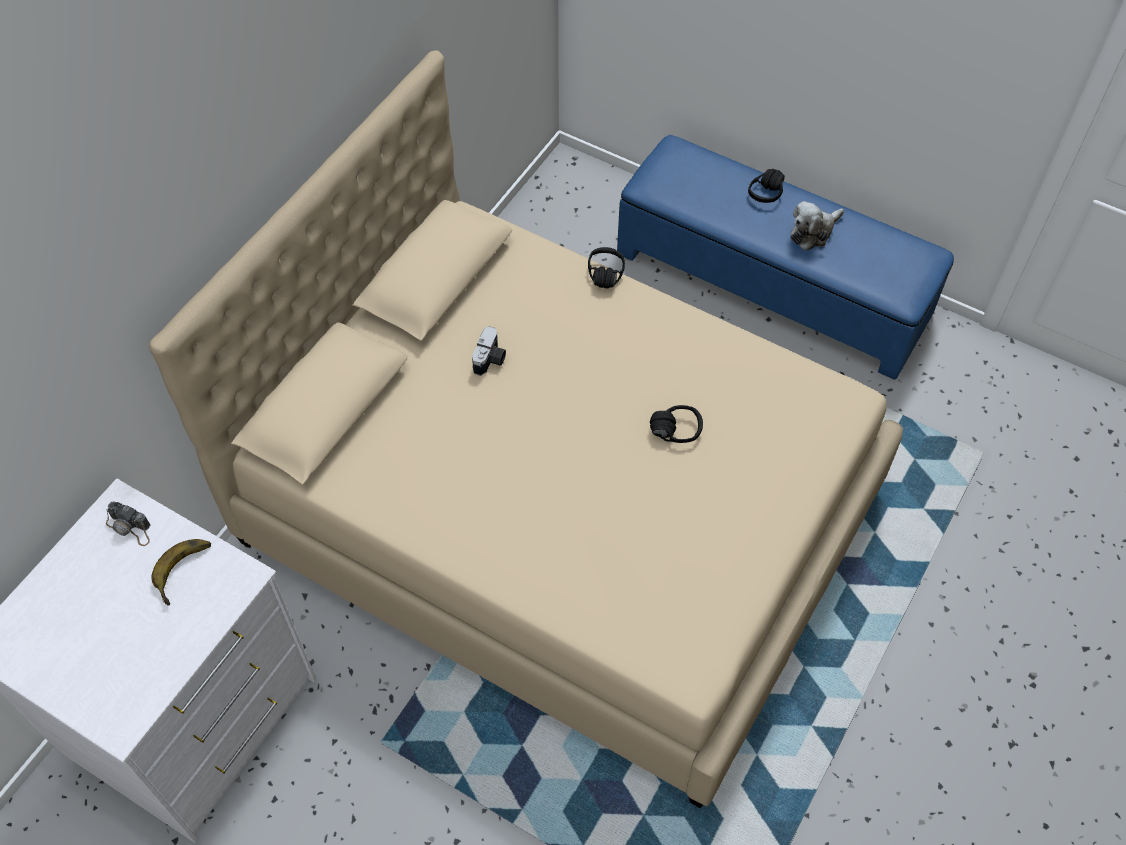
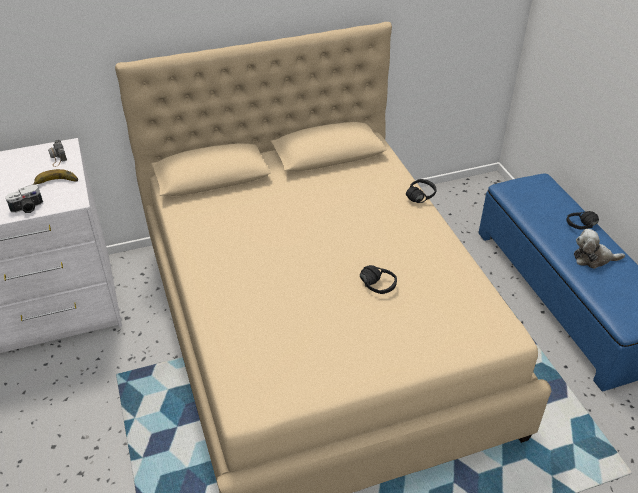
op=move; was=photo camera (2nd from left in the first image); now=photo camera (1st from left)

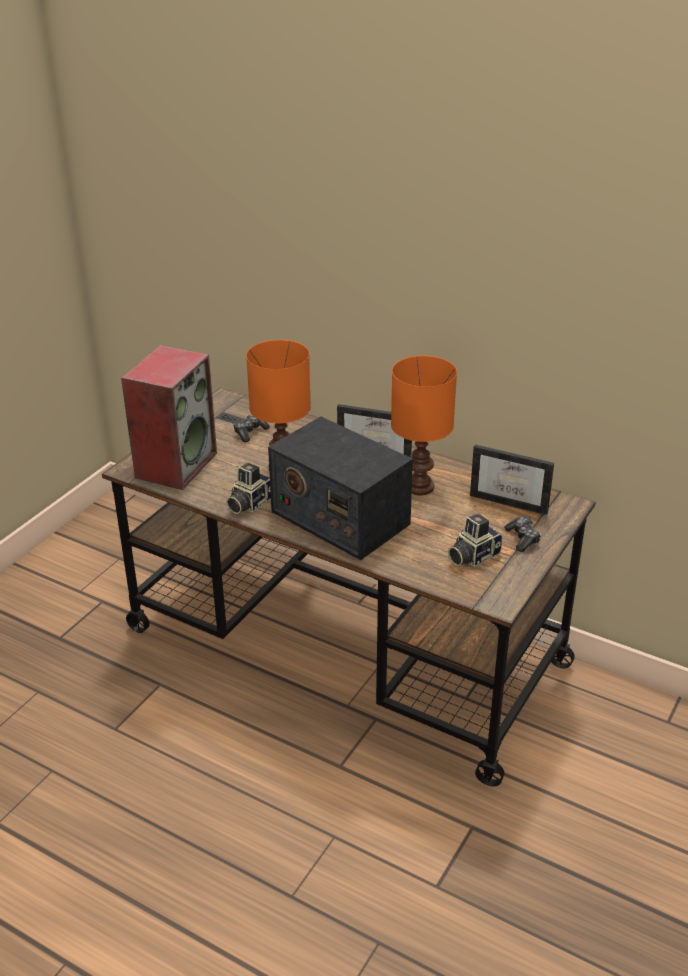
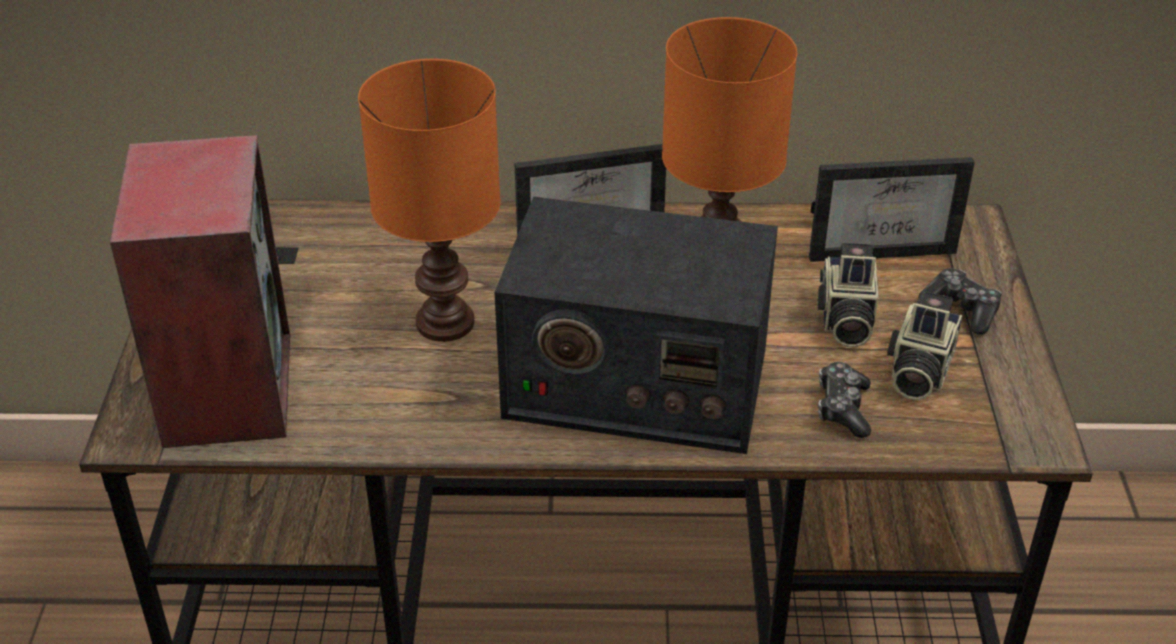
op=move; was=photo camera (1st from left)
op=move; was=game controller (1st from left)

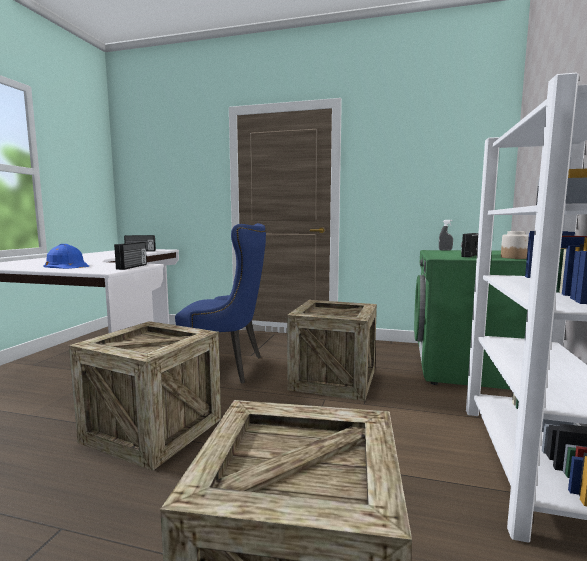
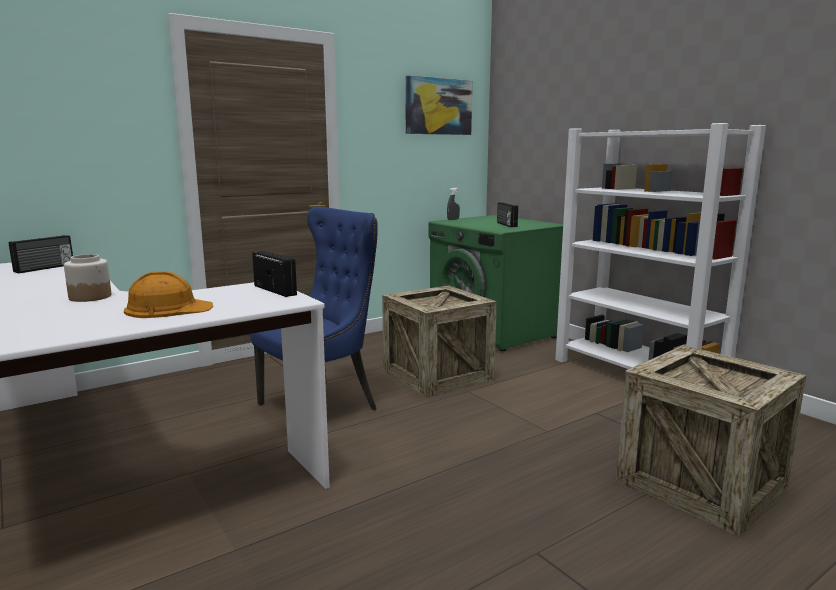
op=move; was=storage jar
op=recolor; was=bluish work helmet; now=orangey work helmet
op=insert; now=picture
op=delete; was=crate (1st from left)

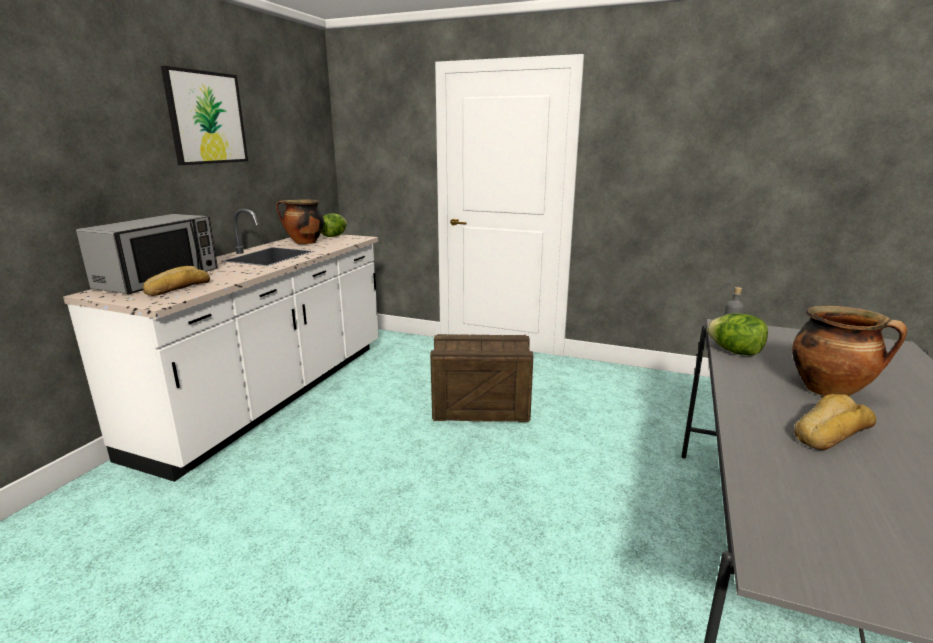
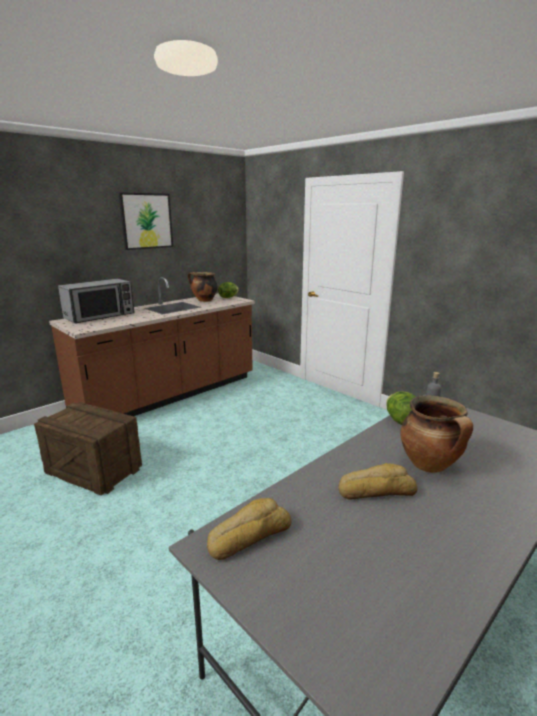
op=move; was=crate
op=recolor; was=whitish kitchen base unit; now=brown kitchen base unit
op=move; was=bakery bread (1st from left)

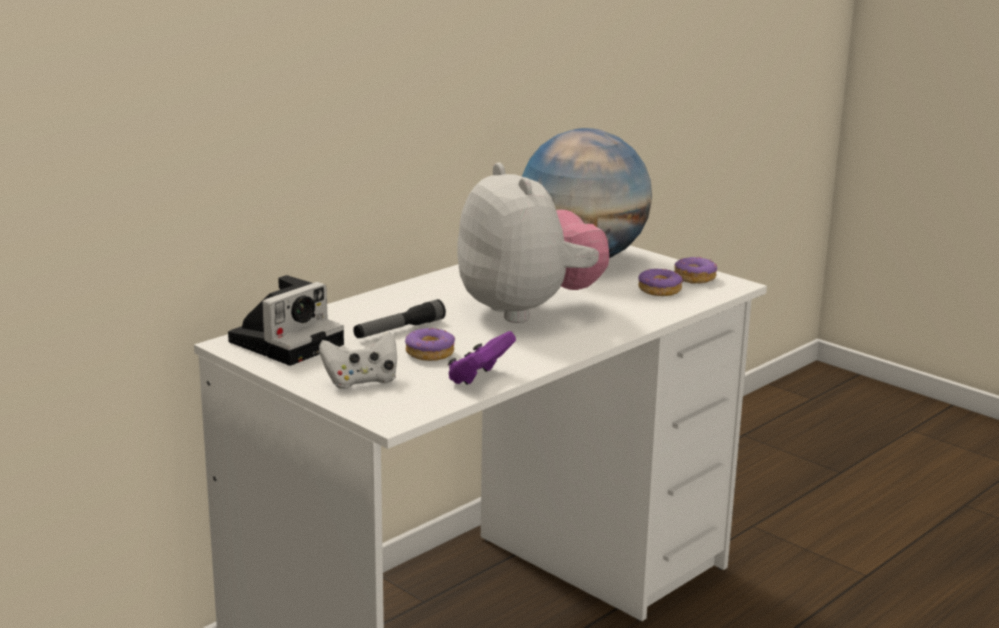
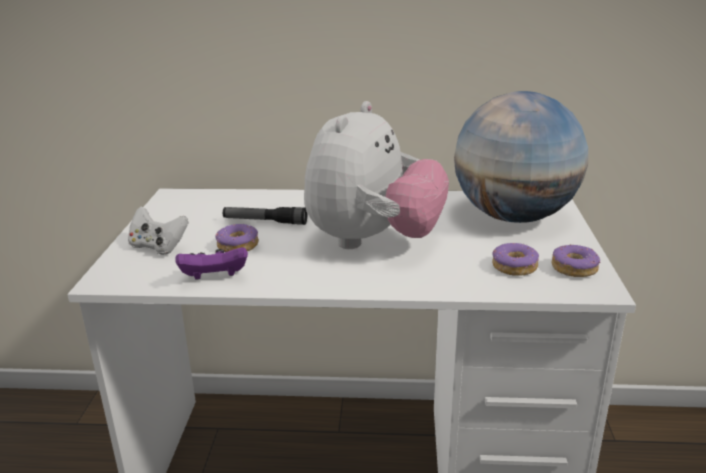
op=delete; was=photo camera

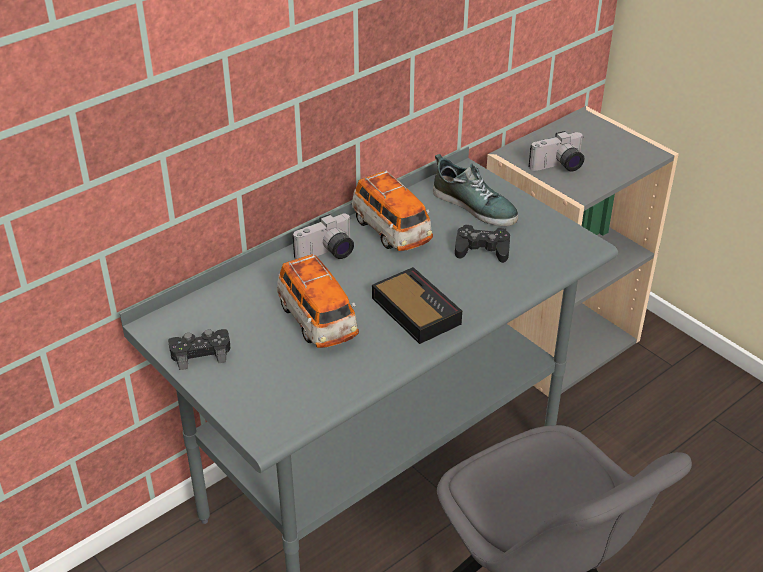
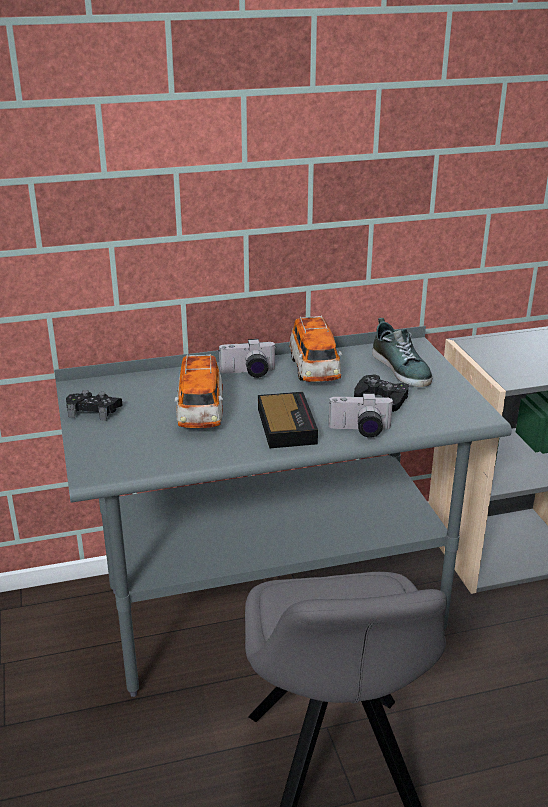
op=move; was=photo camera (2nd from left)

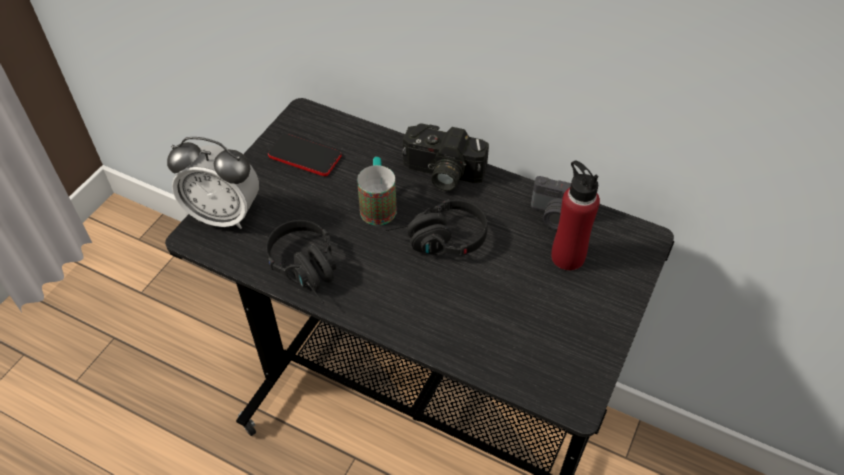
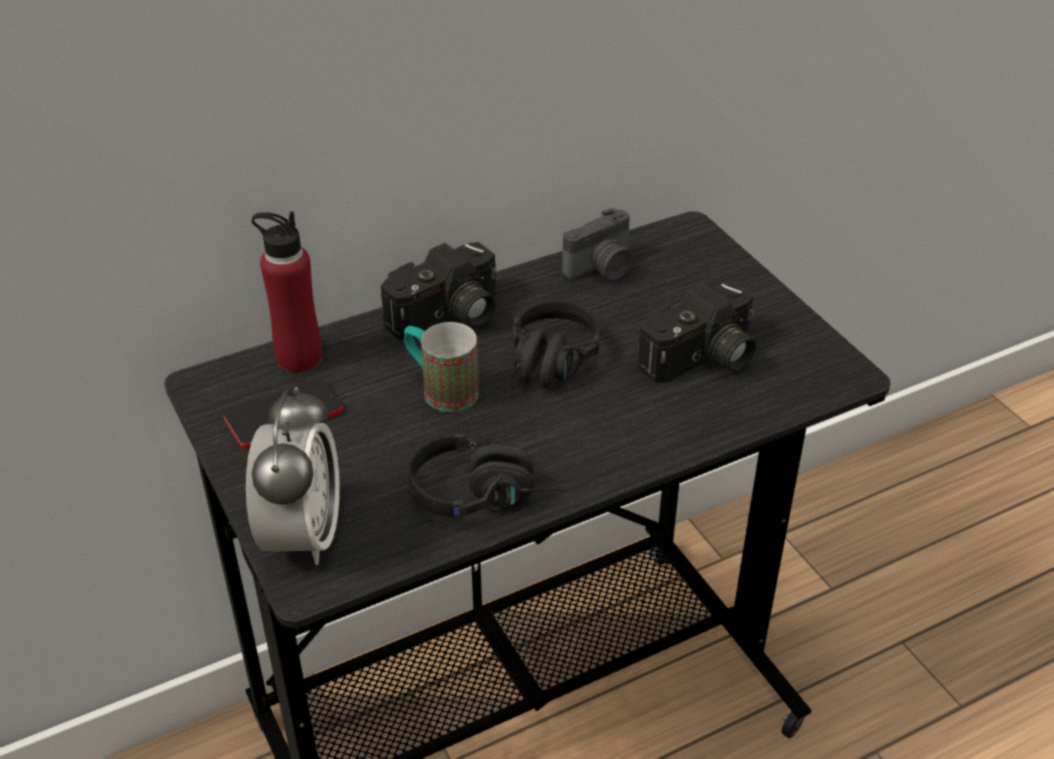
op=rotate; was=bedside clock; clockwise=-45
op=move; was=red beverage bottle
op=insert; now=photo camera (3rd from left)

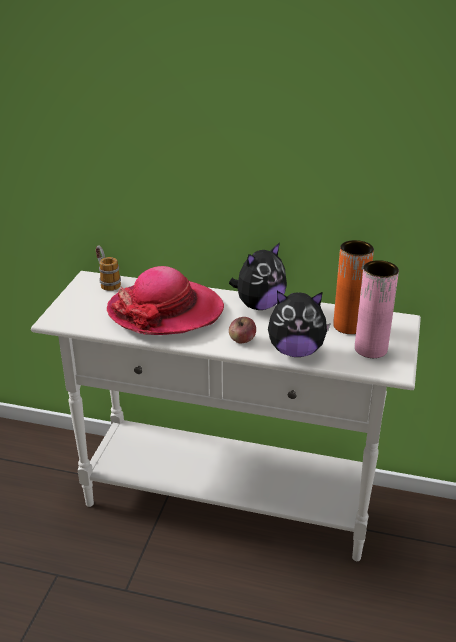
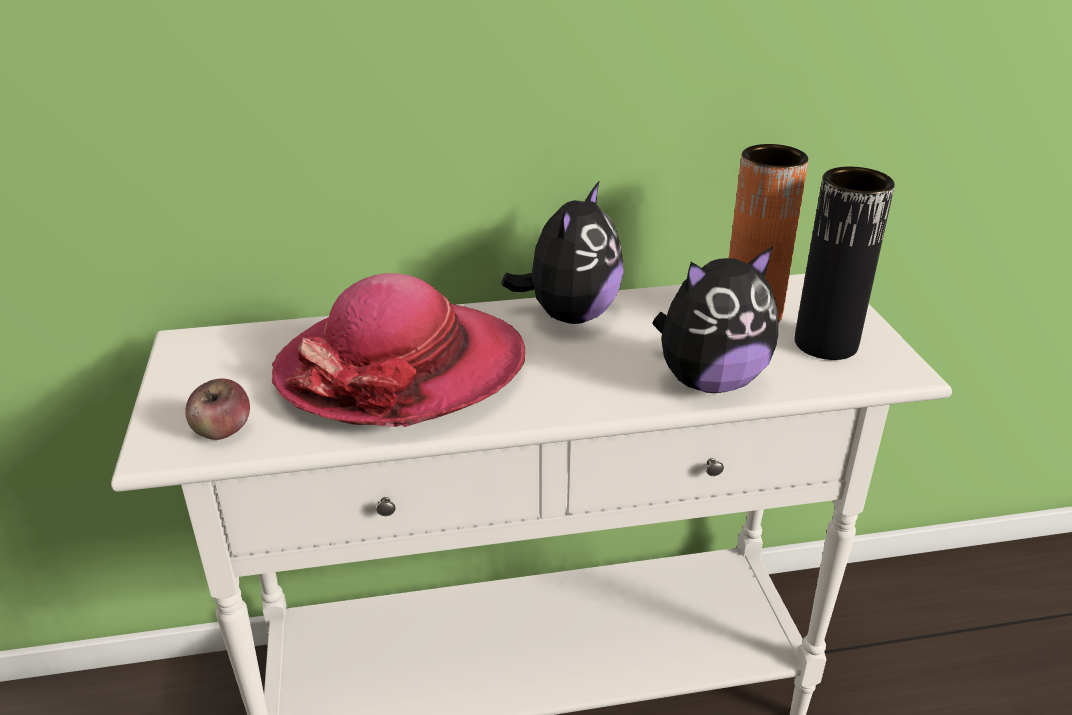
op=move; was=apple fruit
op=recolor; was=pinkish vase; now=blackish vase
op=delete; was=coffee mug

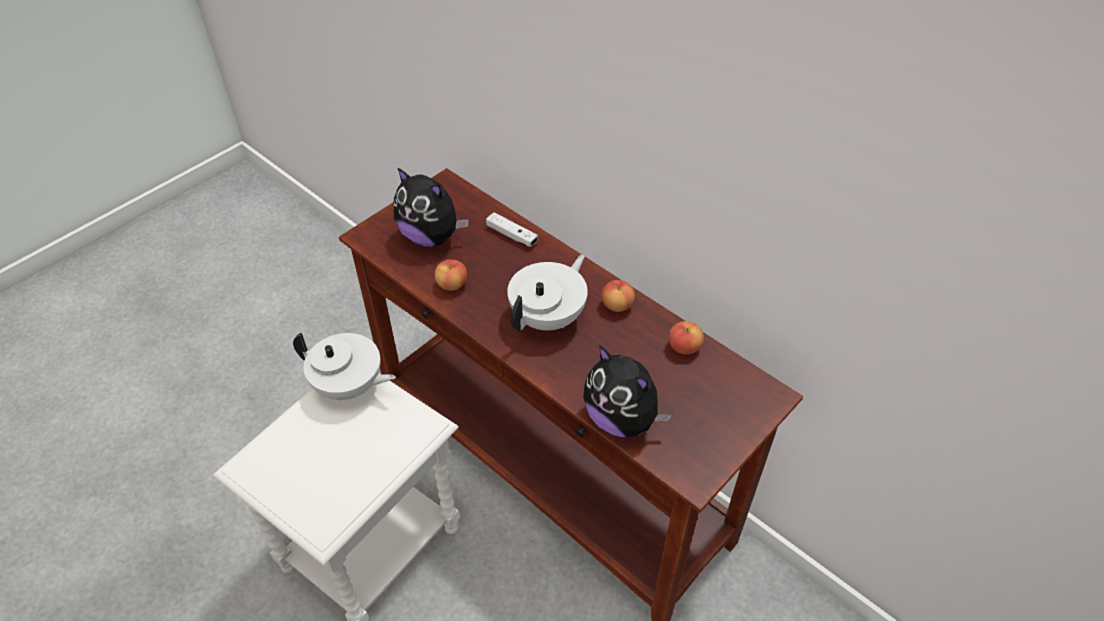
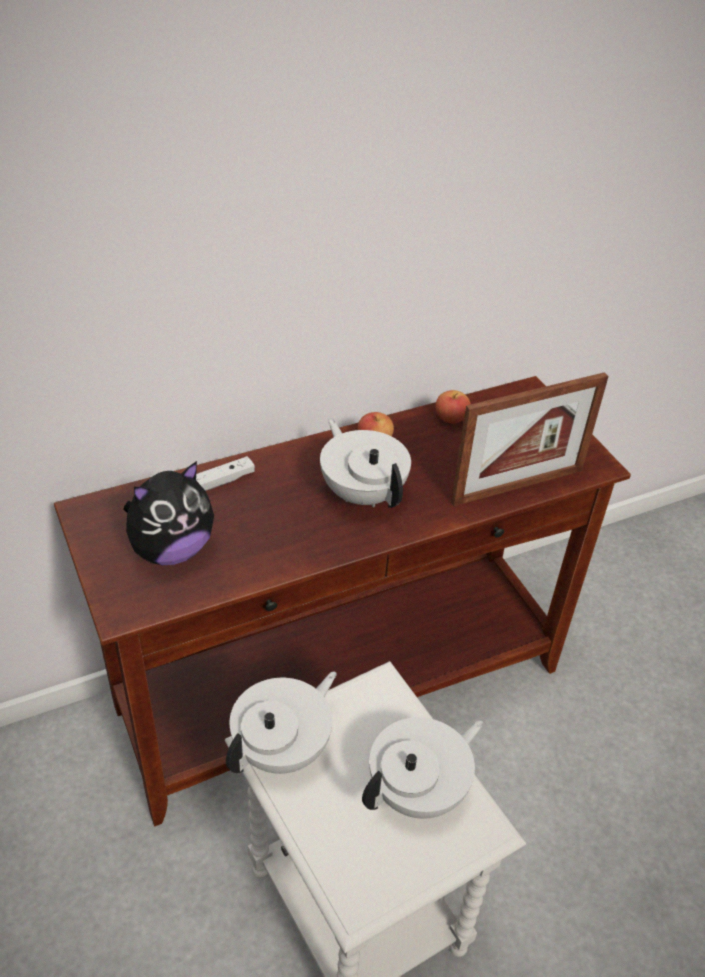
op=insert; now=whitish pot for tea (3rd from left)
op=replace; was=cuddly toy (2nd from left); now=photo frame
op=delete; was=apple fruit (1st from left)

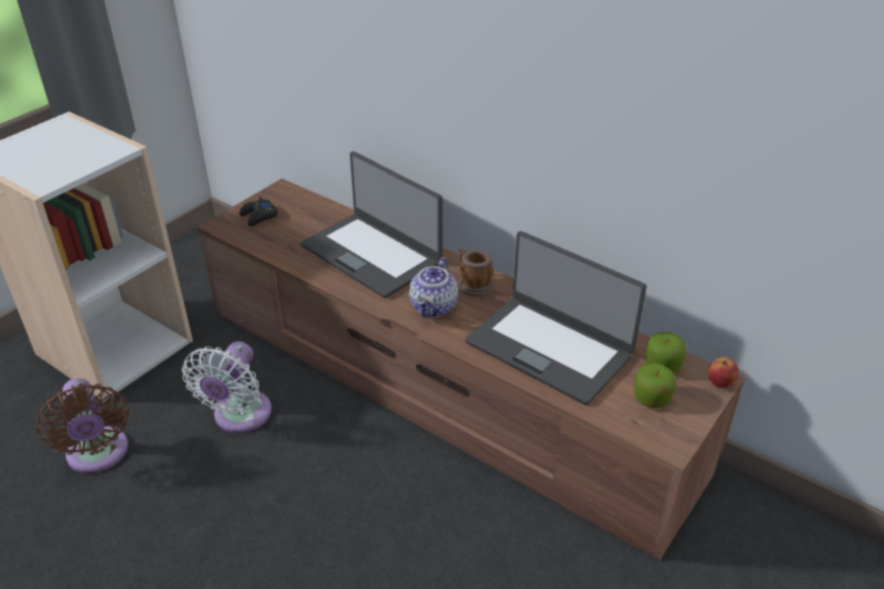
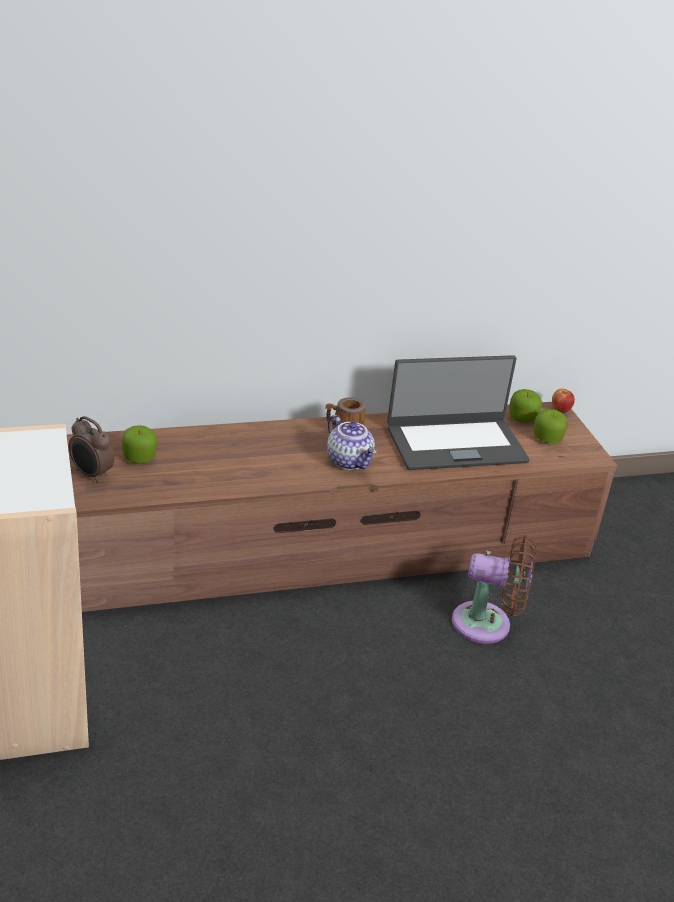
op=replace; was=blackish game controller; now=bedside clock
op=insert; now=apple fruit (1st from left)
op=move; was=brown electric fan
op=delete; was=whitish electric fan
op=delete; was=notebook computer (1st from left)

